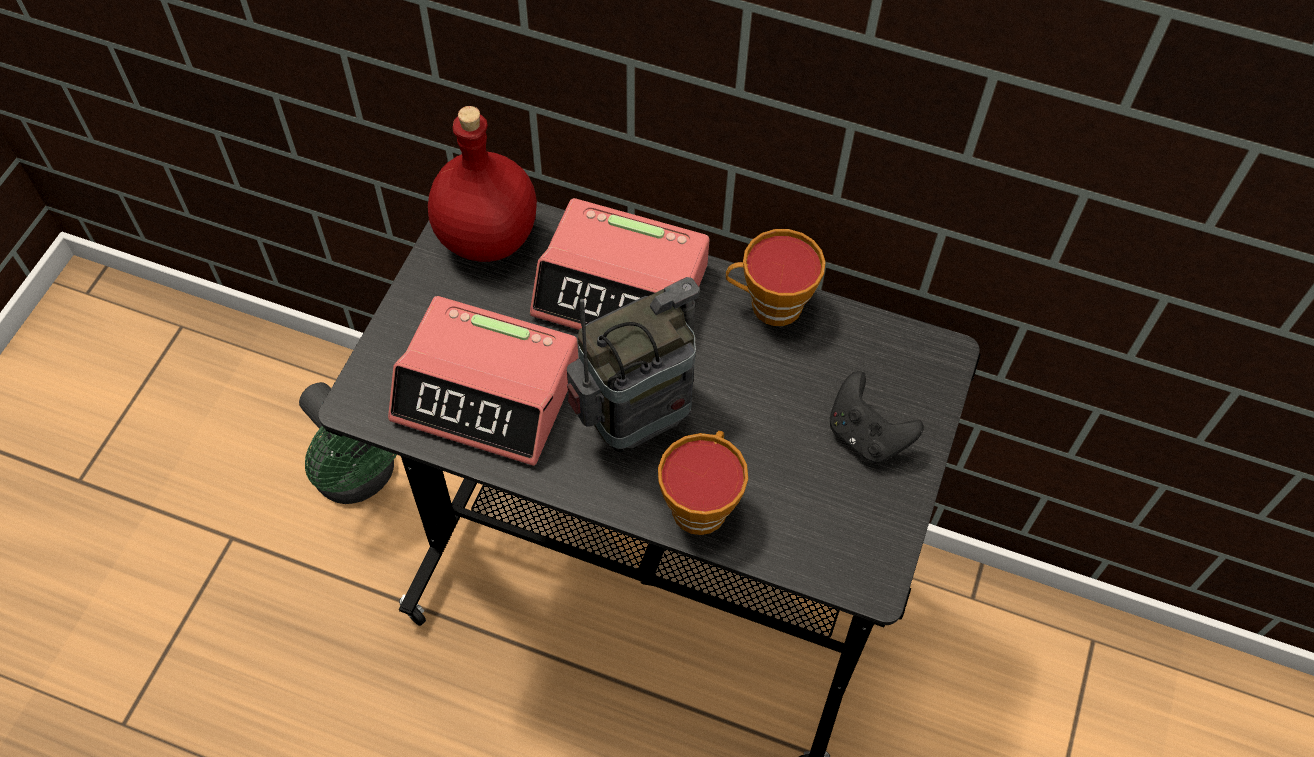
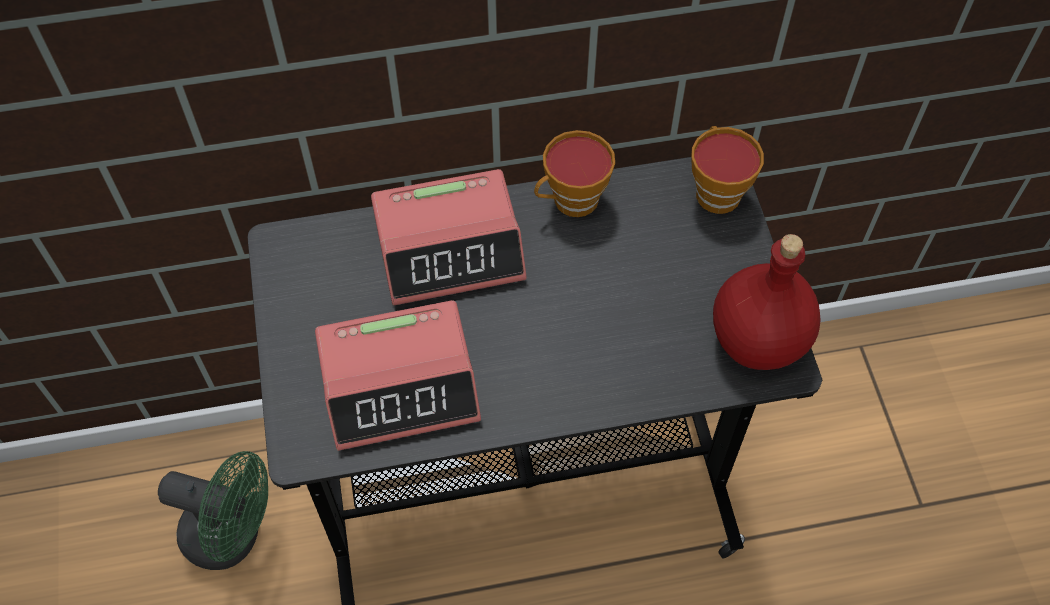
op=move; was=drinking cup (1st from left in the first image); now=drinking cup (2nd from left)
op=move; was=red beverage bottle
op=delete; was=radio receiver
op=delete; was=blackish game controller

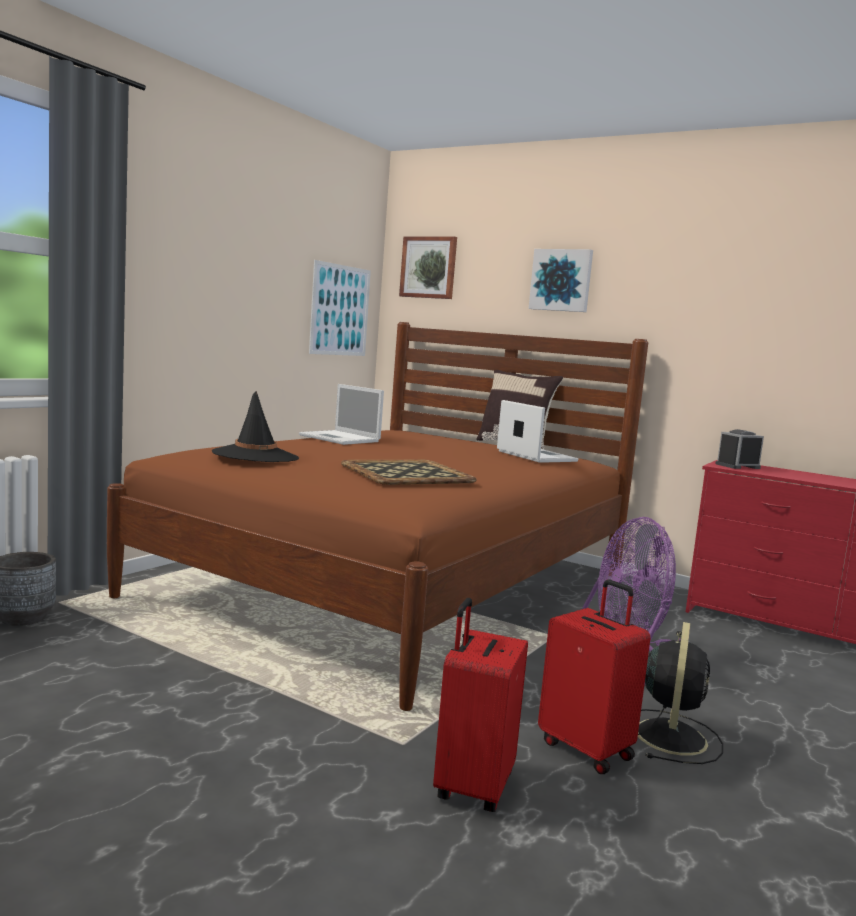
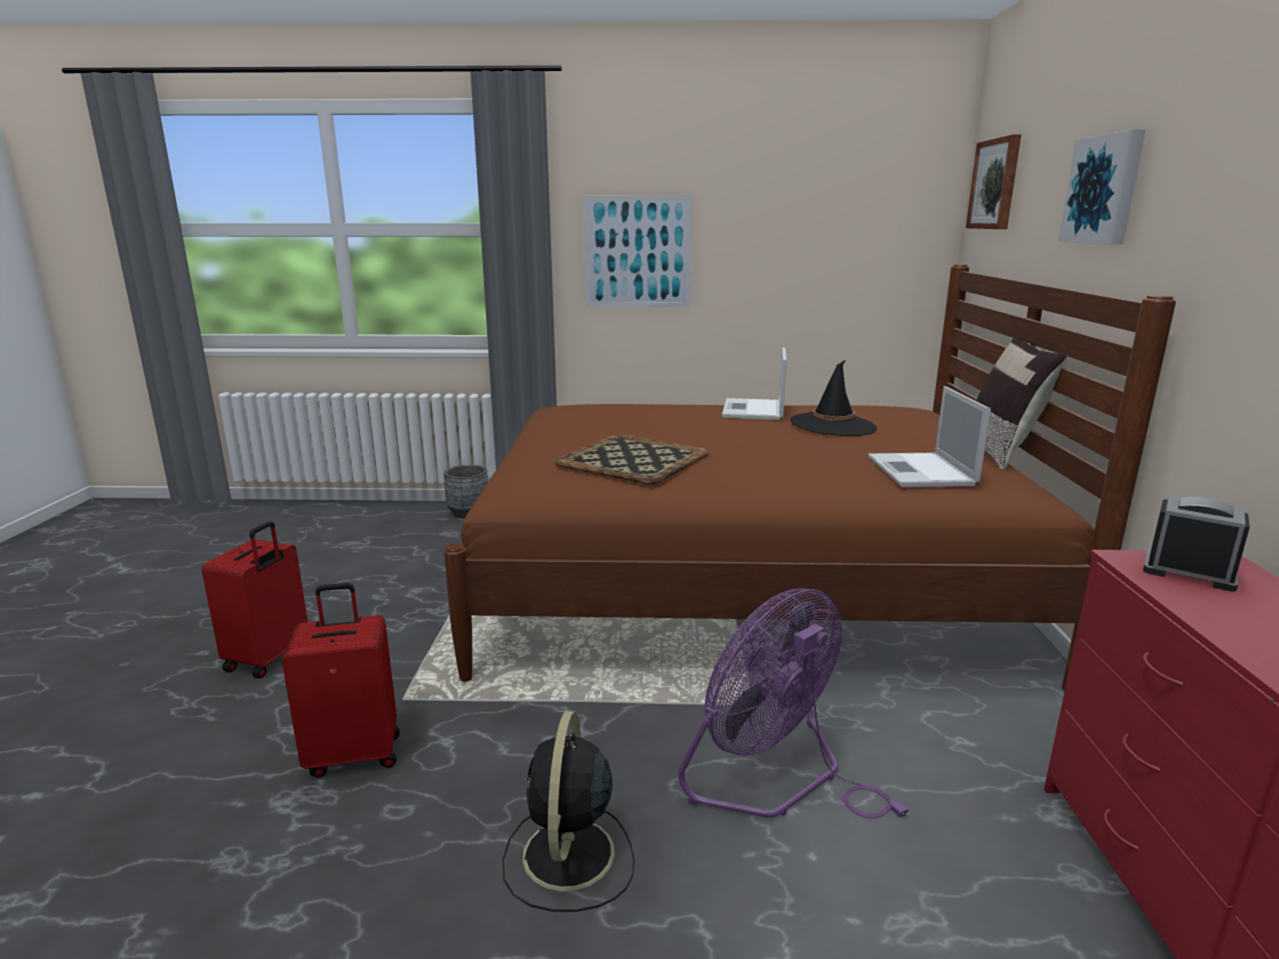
op=move; was=red piece of luggage (2nd from left in the first image); now=red piece of luggage (1st from left)
op=rotate; was=blackish electric fan; clockwise=105
op=move; was=picture (1st from left)
op=move; was=blackish clothing hat
op=rotate; was=notebook computer (2nd from left); clockwise=150

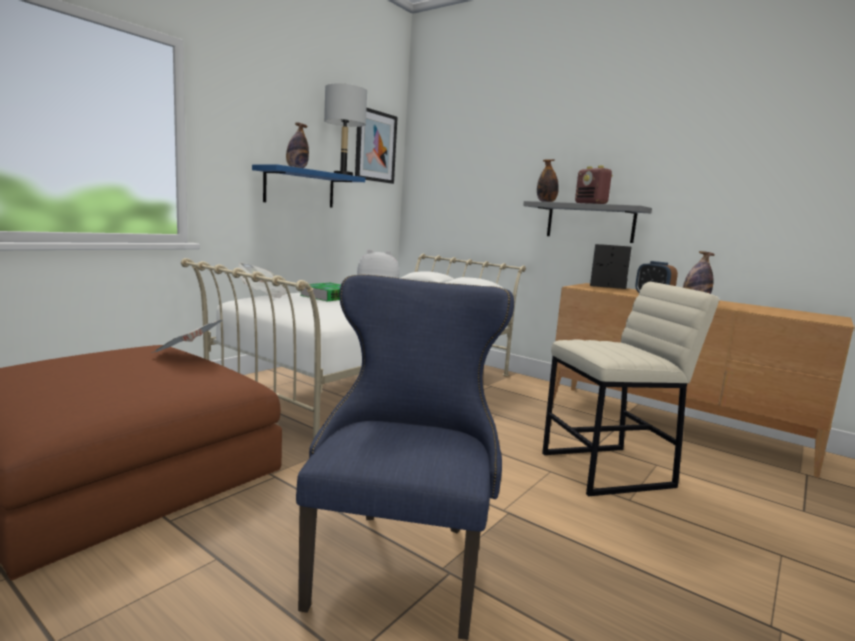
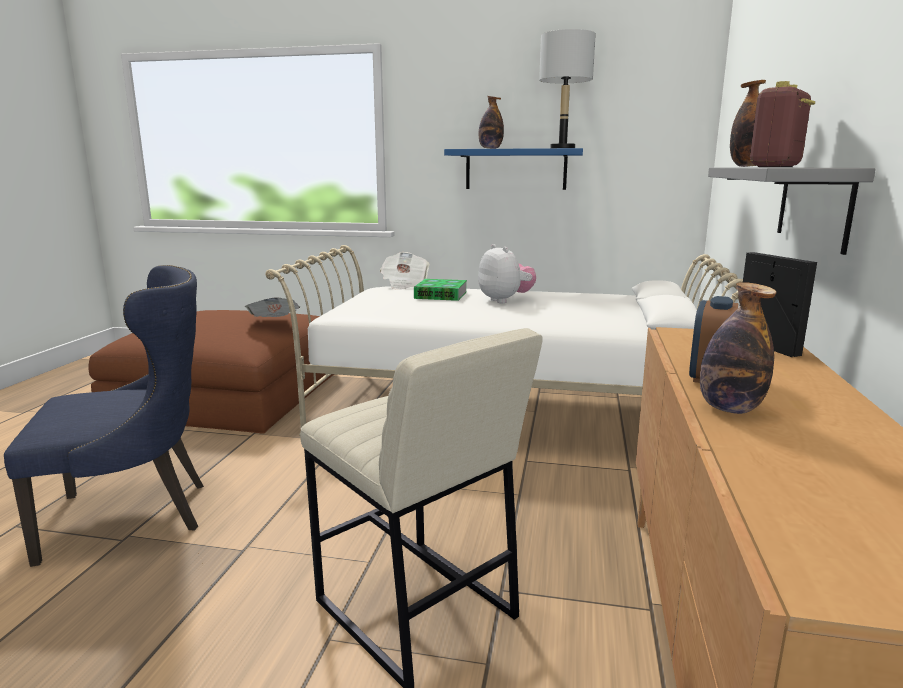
op=delete; was=picture

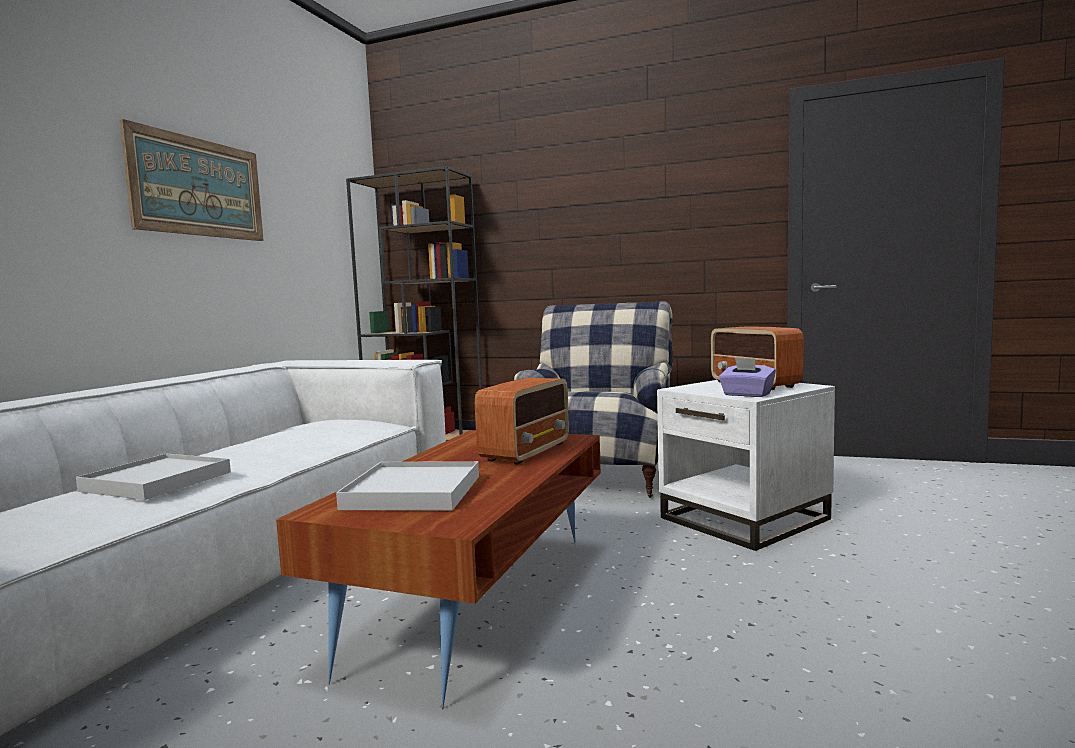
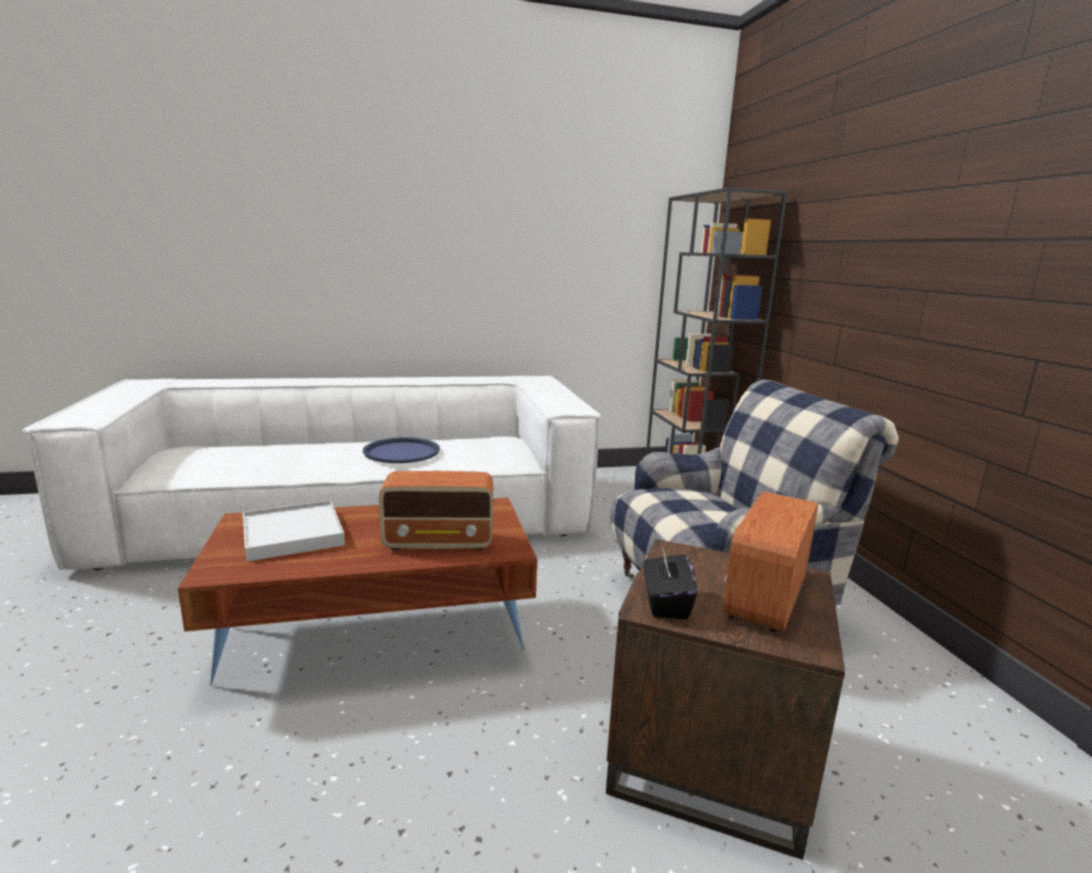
op=insert; now=bluish carrying tray
op=recolor; was=whitish side table; now=brown side table
op=recolor; was=purplish box of tissues; now=blackish box of tissues
op=delete; was=whitish carrying tray (1st from left)
op=delete; was=picture

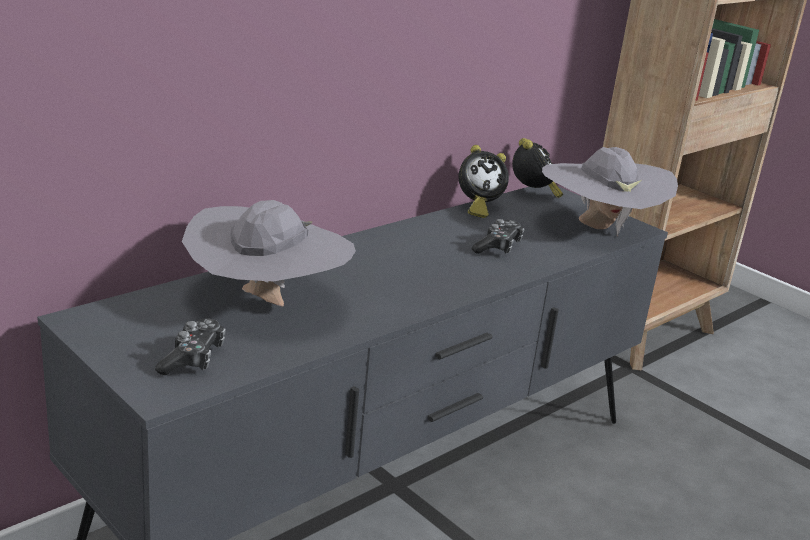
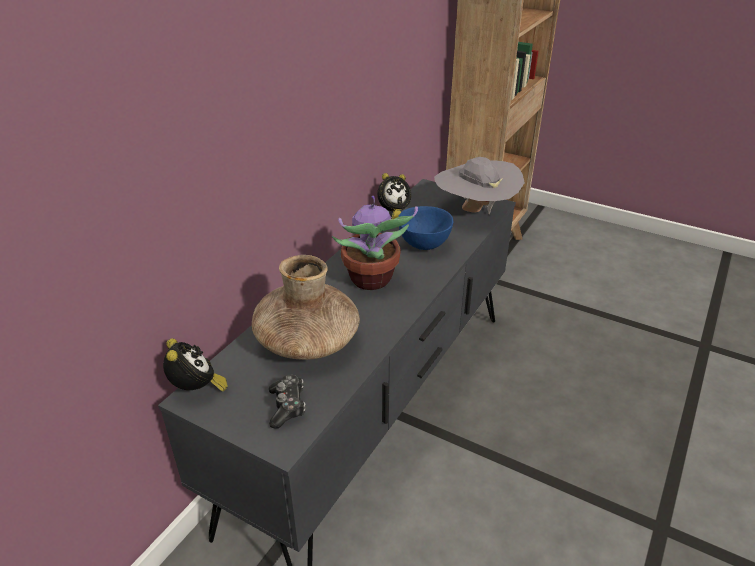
op=move; was=bedside clock (2nd from left in the first image); now=bedside clock (1st from left)
op=replace; was=gray clothing hat (1st from left); now=brown vase
op=insert; now=houseplant
op=replace; was=game controller (2nd from left); now=bluish bowl

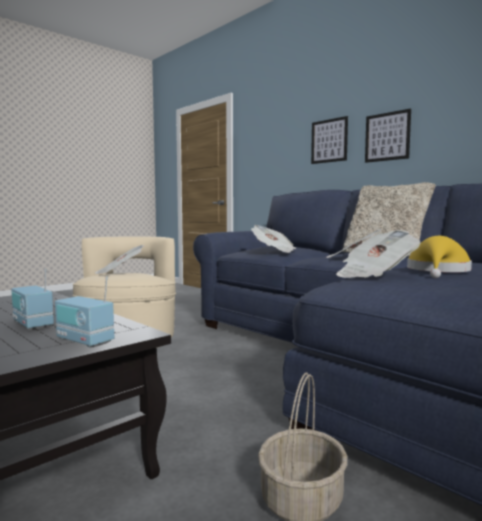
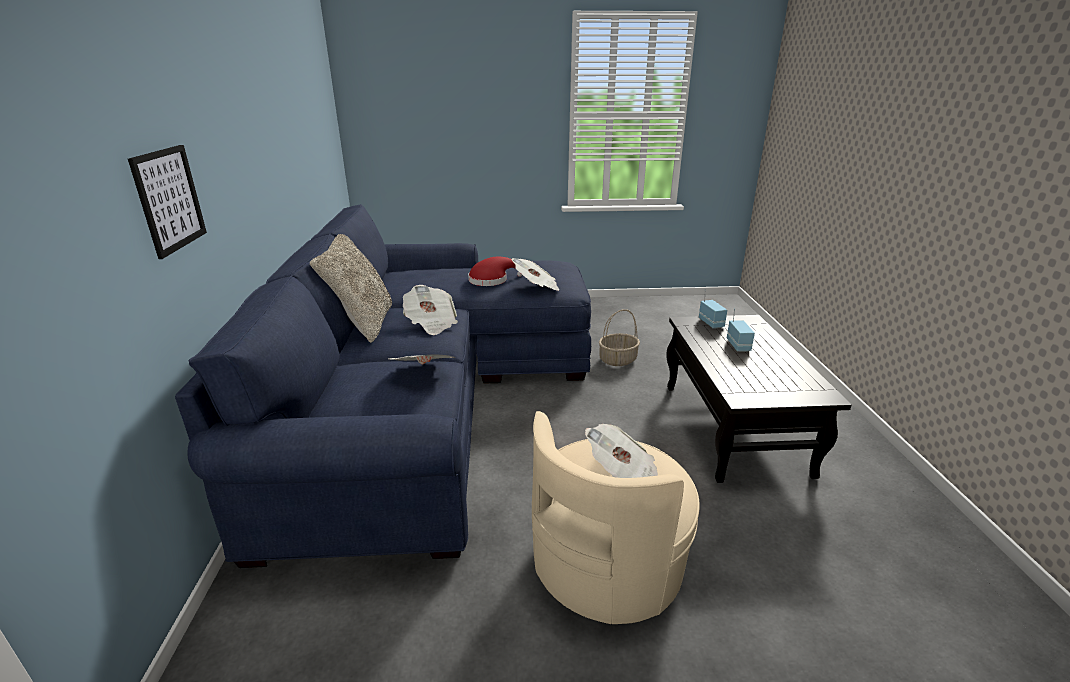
op=recolor; was=yellow-coloured clothing hat; now=red clothing hat
op=delete; was=picture (2nd from left)

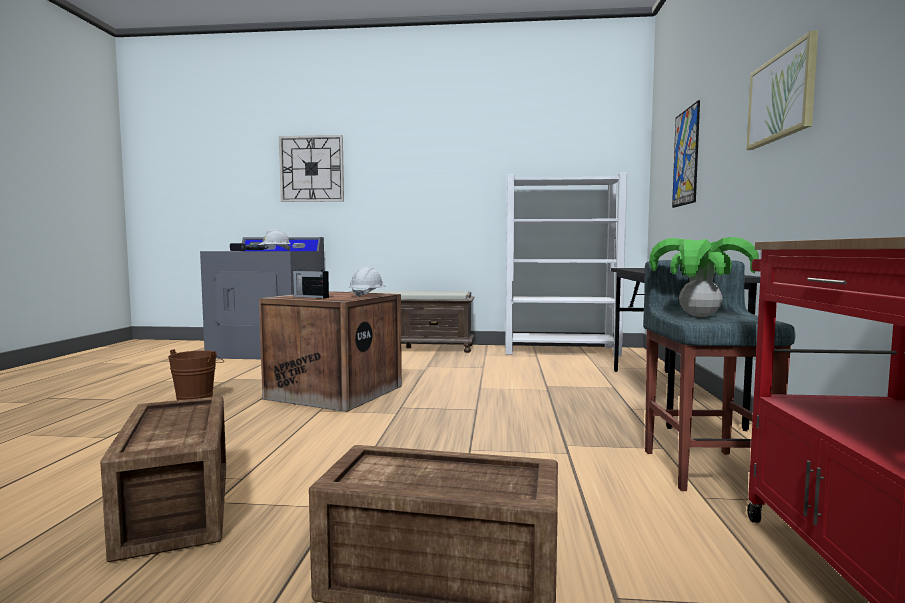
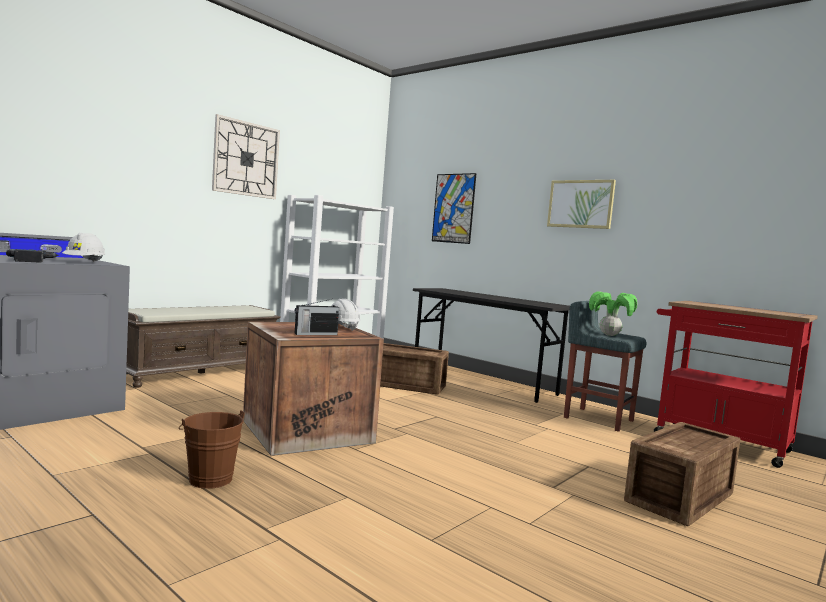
op=move; was=hanging clock
op=move; was=crate (1st from left in the first image); now=crate (2nd from left)

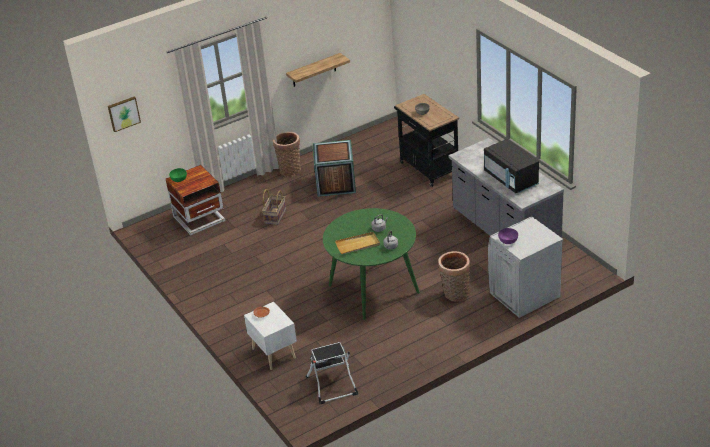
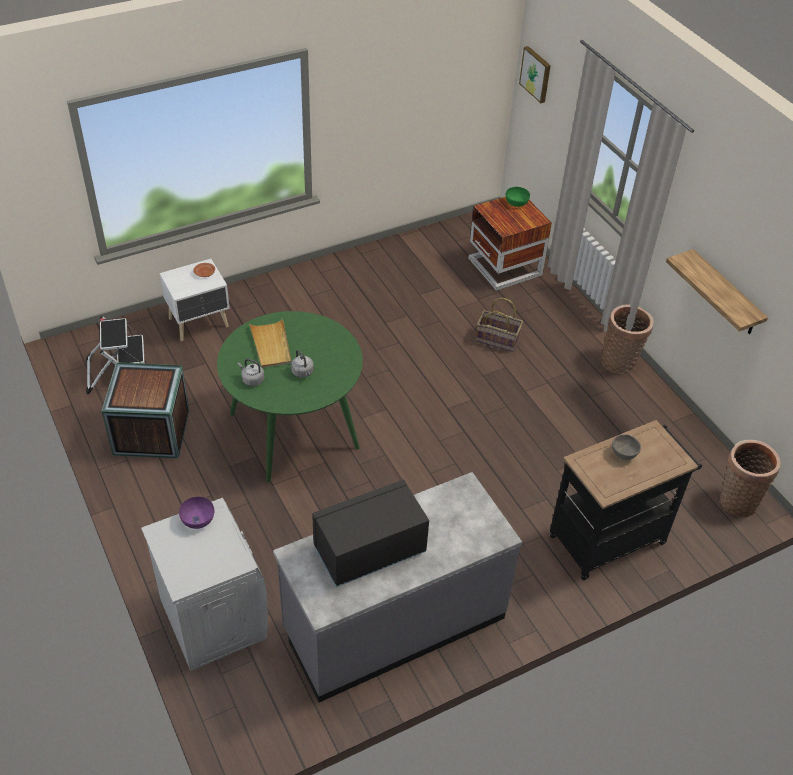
op=move; was=crate
op=move; was=basket (3rd from left)

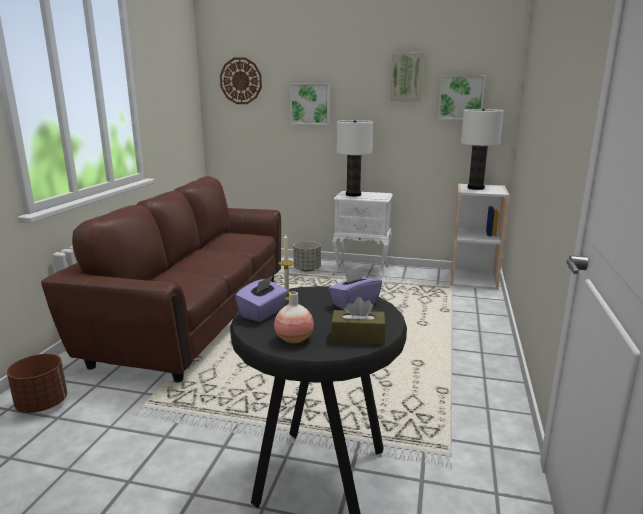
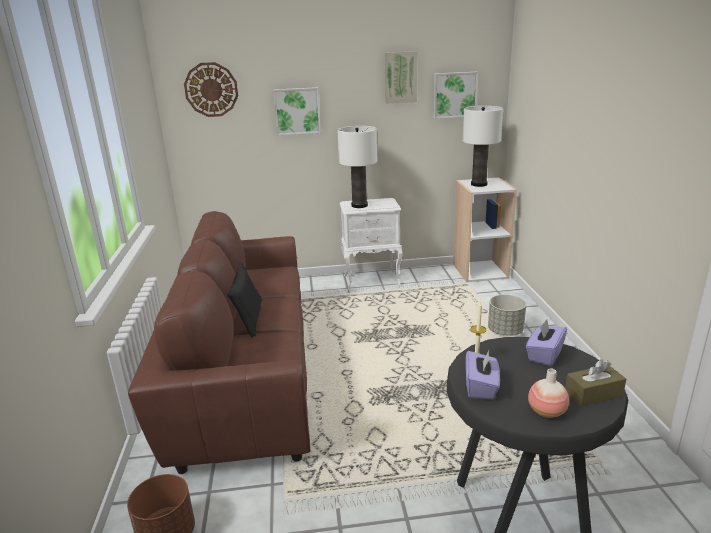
op=insert; now=blackish cushion
op=move; was=gray flower pot

